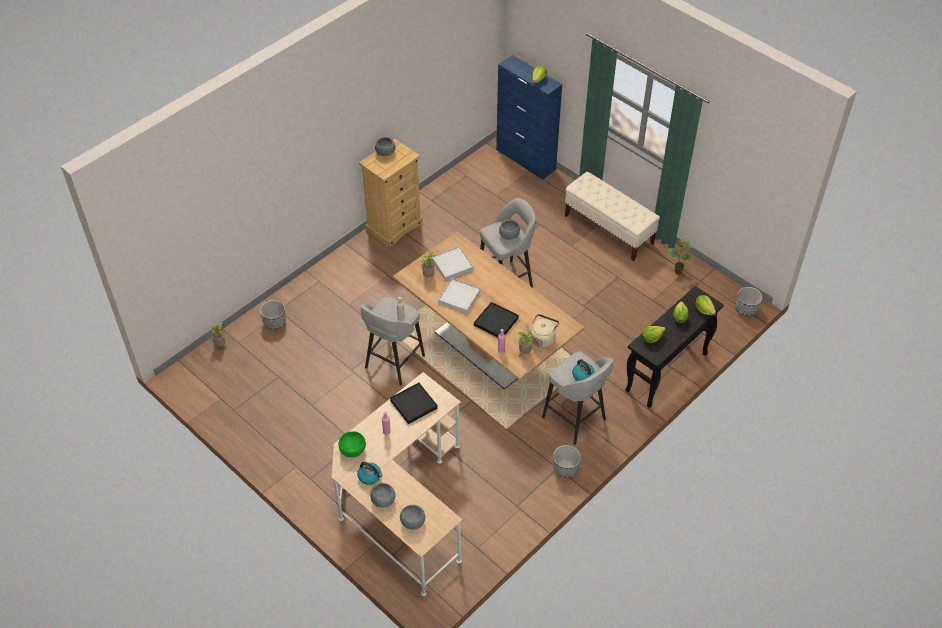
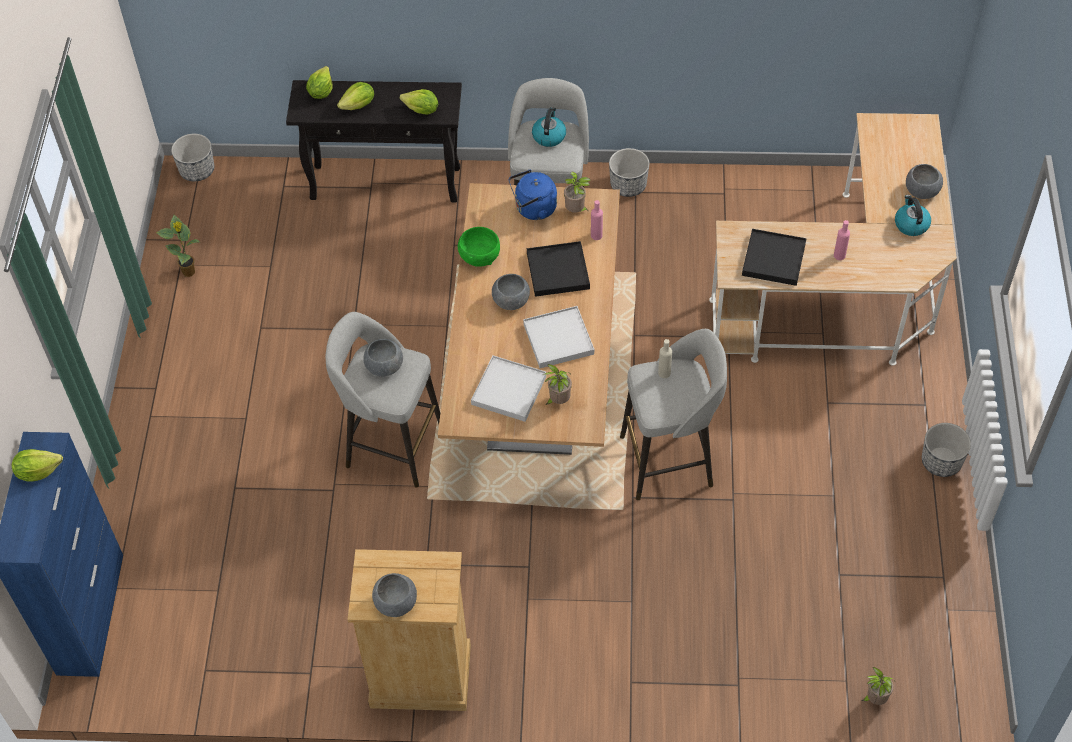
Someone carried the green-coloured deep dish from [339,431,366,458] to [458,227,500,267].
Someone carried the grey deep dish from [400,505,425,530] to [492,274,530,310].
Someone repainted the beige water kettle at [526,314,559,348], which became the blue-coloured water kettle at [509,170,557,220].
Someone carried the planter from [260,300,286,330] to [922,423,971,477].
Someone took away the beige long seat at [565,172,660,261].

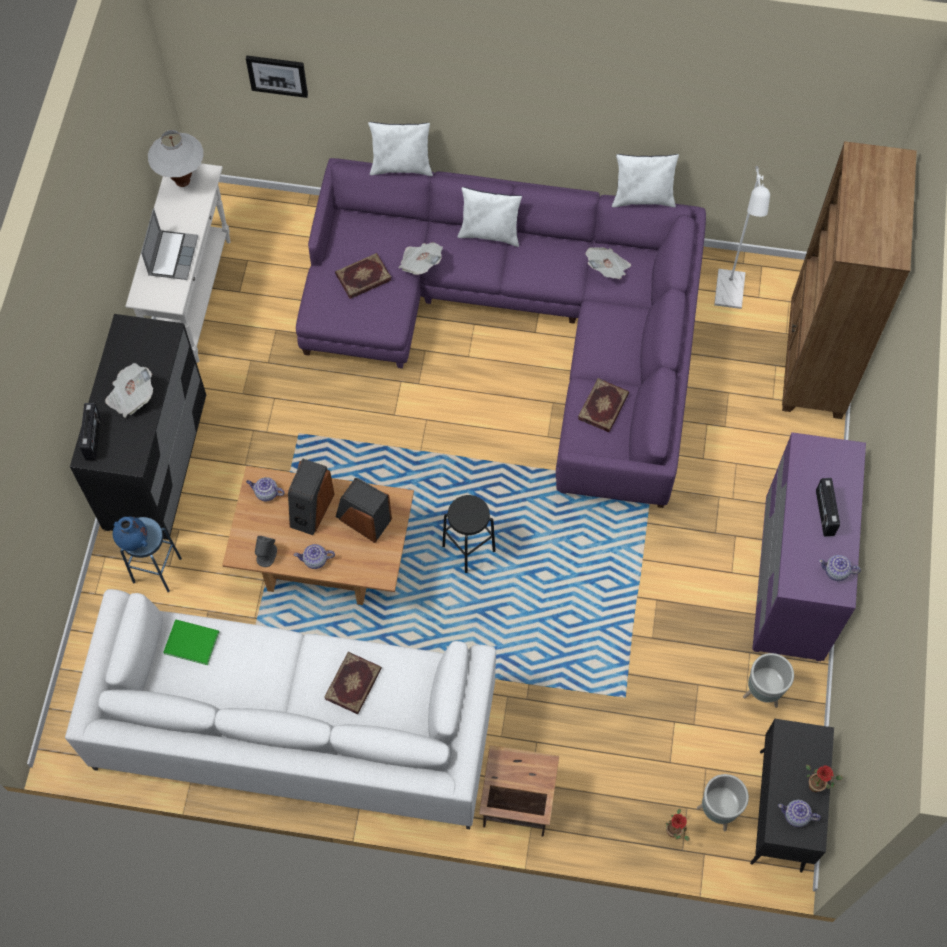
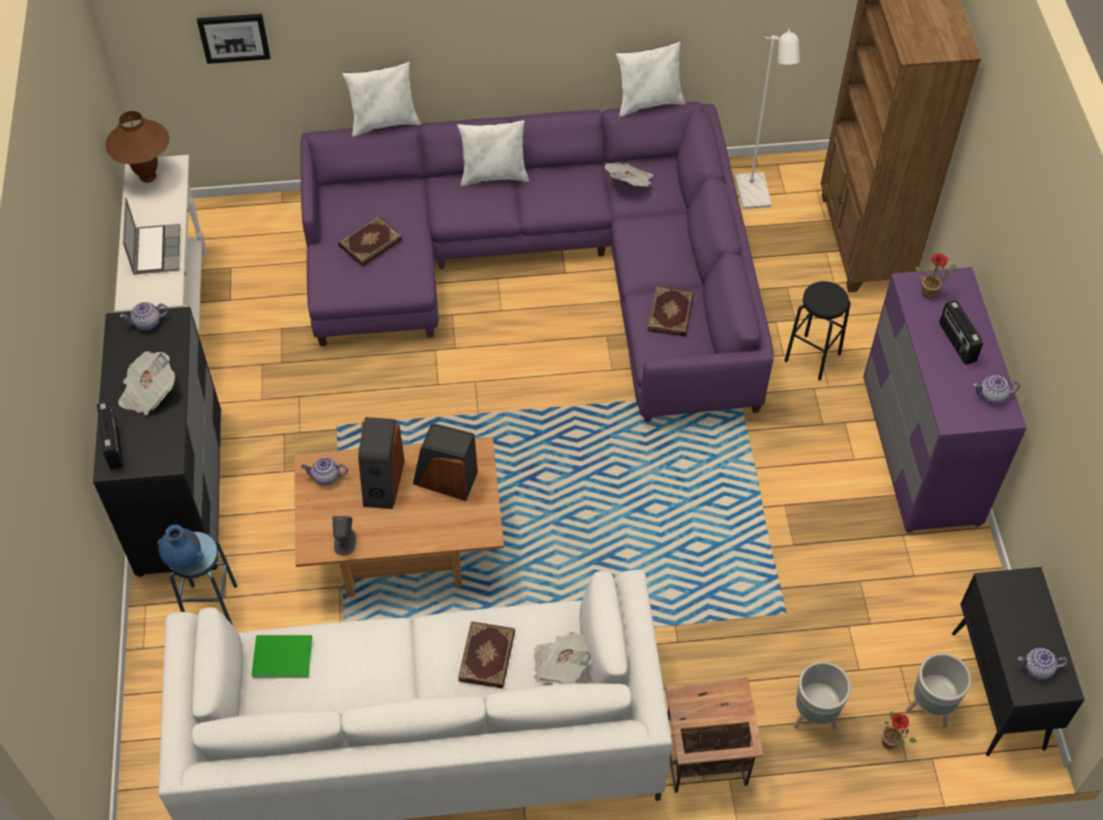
Someone repainted the white table lamp at [148,130,204,187], which became the brown-coloured table lamp at [105,111,169,183].
Someone carried the tea pot from [294,544,335,569] to [120,302,168,330].
Someone carried the newspaper from [399,242,443,275] to [534,632,592,684].
Someone carried the blackish stool from [442,495,495,573] to [785,281,851,380].
Someone carried the grey planter from [743,653,794,708] to [793,661,851,730].
Someone carried the houseplant from [806,765,843,792] to [915,253,957,299].

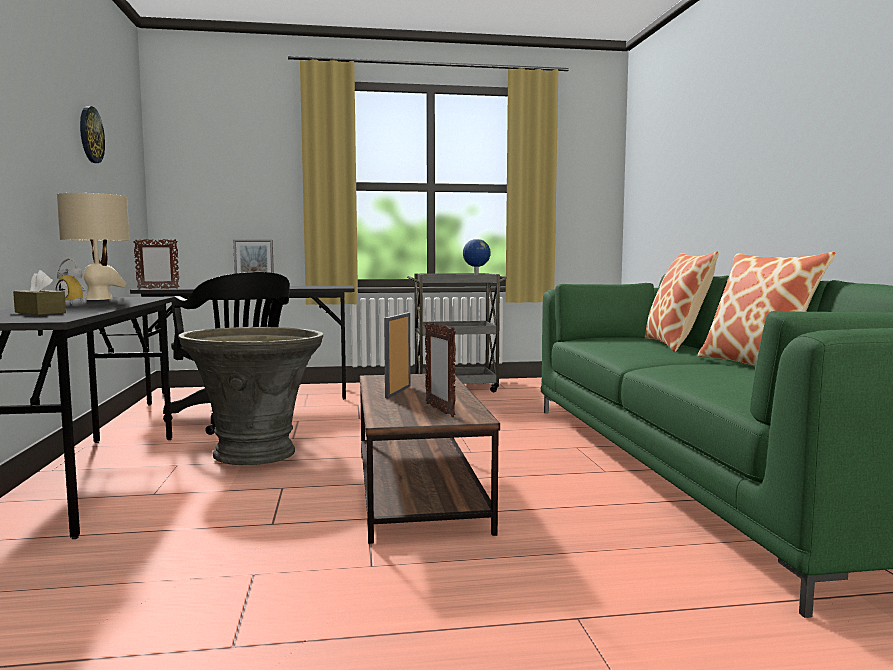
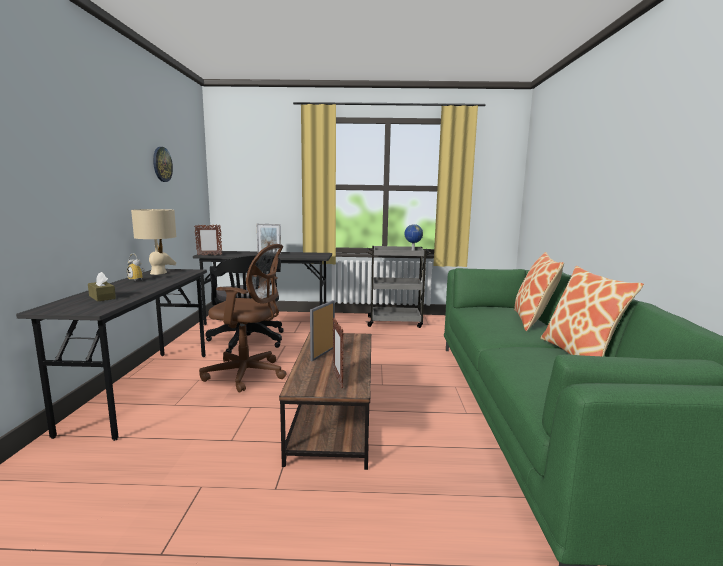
Someone swapped the grey planter at [178,327,323,465] for the brown-coloured desk chair at [199,244,286,393].

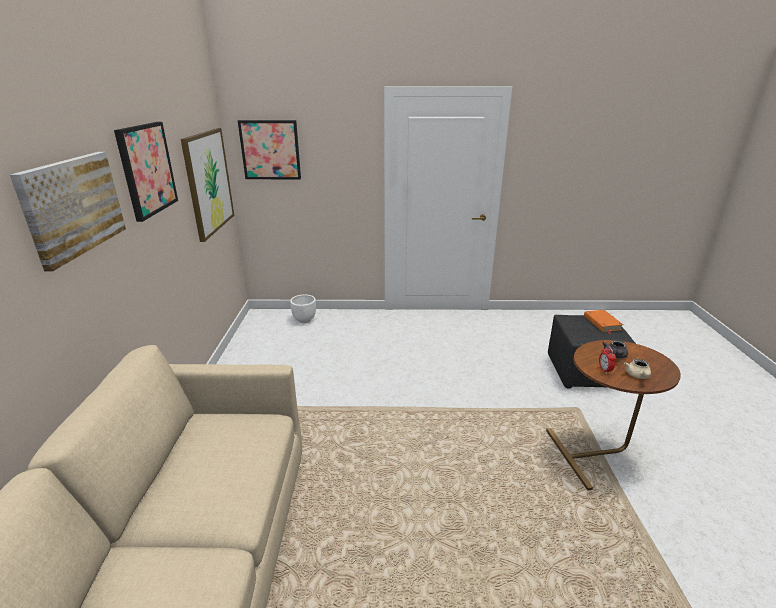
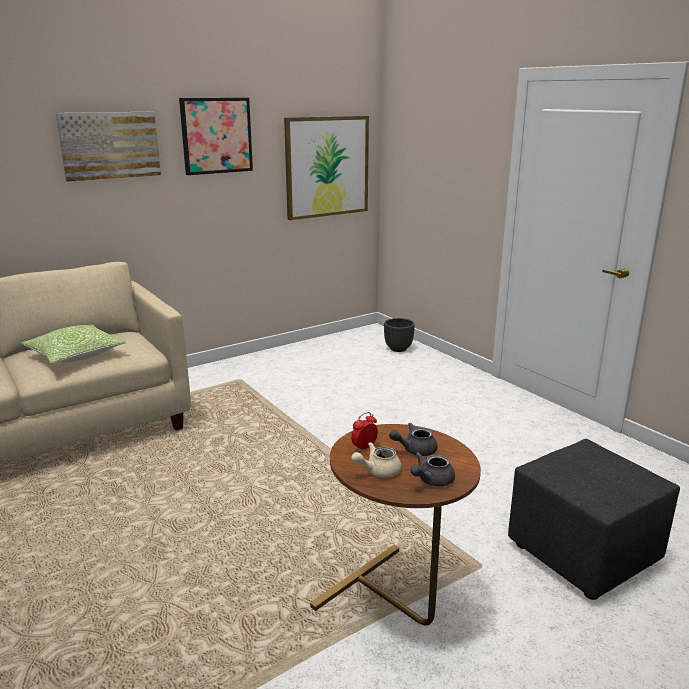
Someone put down the throw pillow at [21,325,126,364].
Someone repainted the white planter at [290,294,316,323], which became the blackish planter at [384,318,415,352].
Someone put down the grey tea pot at [410,452,455,487].
Someone took away the wall art at [238,120,301,179].
Someone took away the orange book at [584,310,623,334].

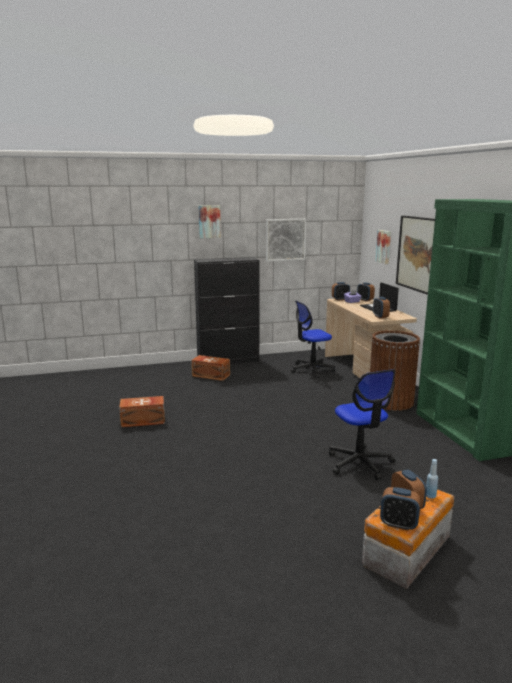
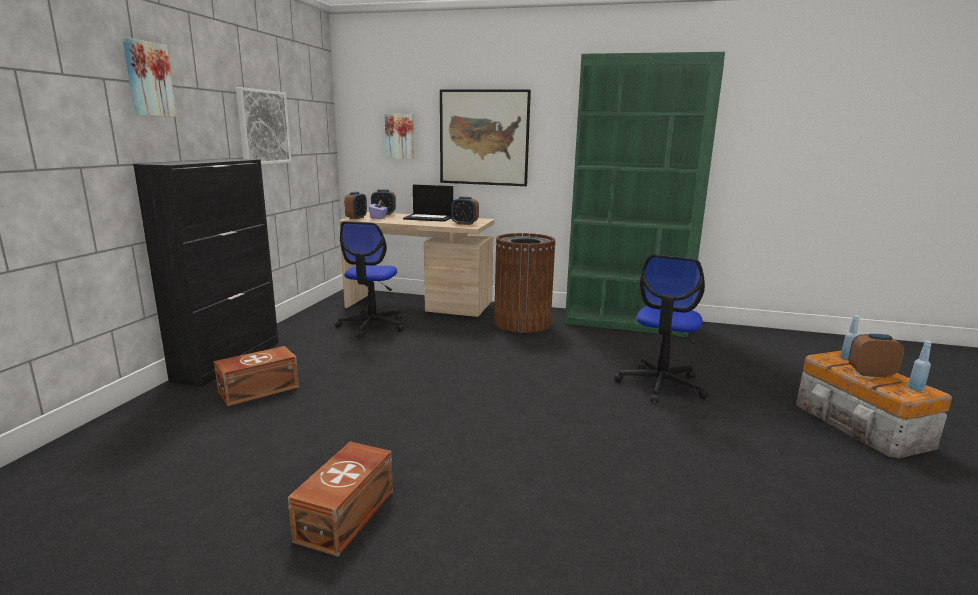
Someone rotated the desk chair at [329,369,395,480] by 105 degrees clockwise.
Someone swapped the table clock at [380,487,421,531] for the blue-coloured beverage bottle at [908,341,932,391].

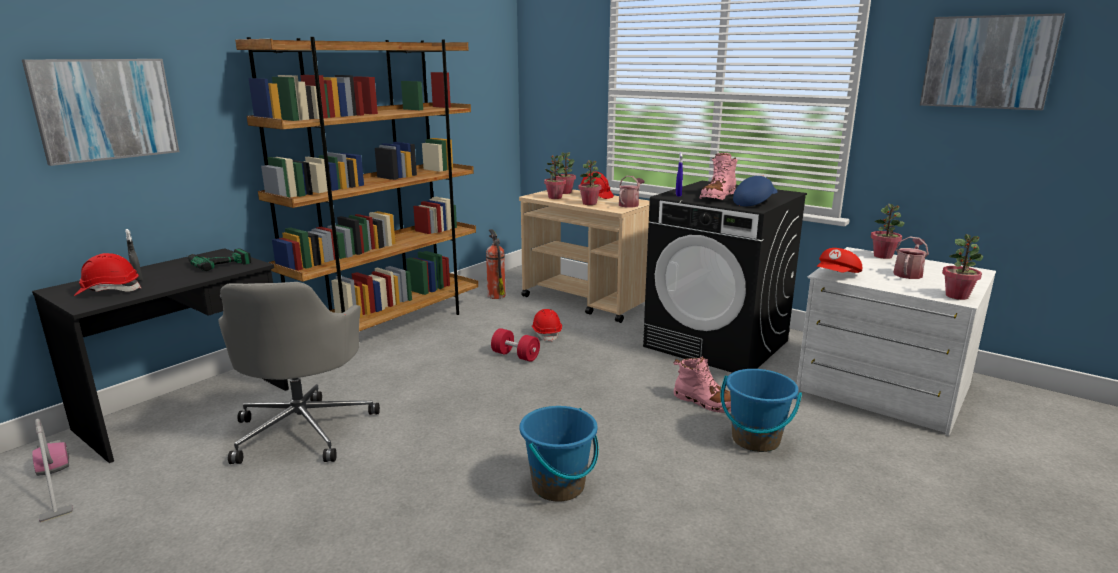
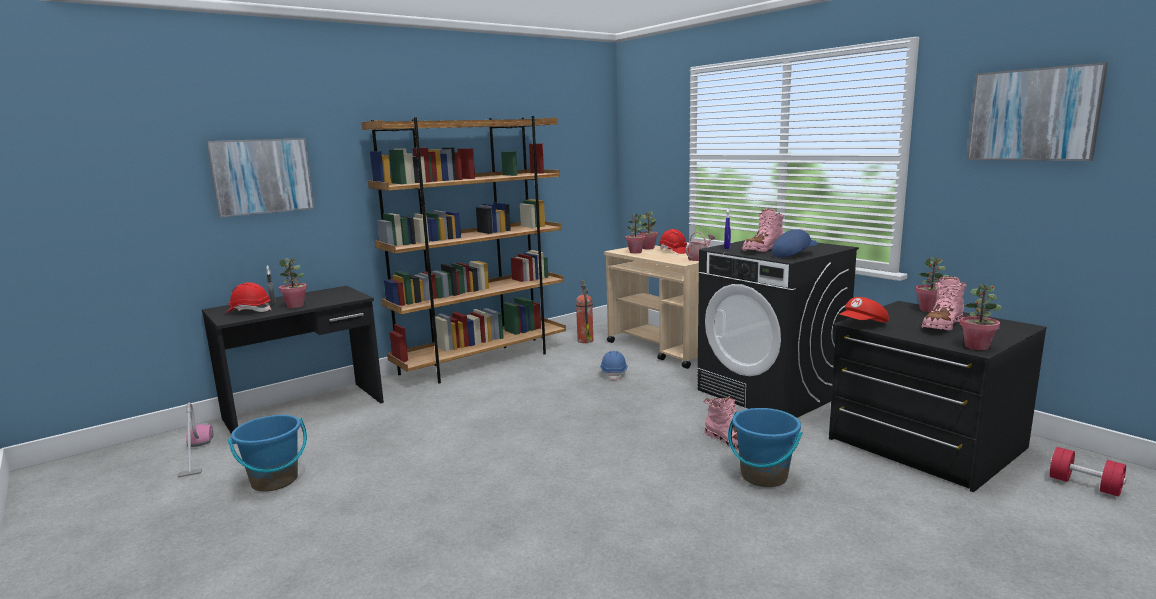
Someone carried the blue-coloured water bucket from [520,406,599,502] to [227,415,307,491].
Someone carried the houseplant from [579,160,602,205] to [279,258,307,308].
Someone repainted the red-coloured hard hat at [532,309,562,342], which became the blue-coloured hard hat at [600,351,628,381].
Someone repainted the white chest of drawers at [797,247,996,436], which became the blackish chest of drawers at [829,301,1047,492].
Someone swapped the sprinkling can at [893,236,929,279] for the pinkish tall boot at [922,276,967,331].
Someone carried the red-coloured hand weight from [491,328,540,362] to [1050,447,1126,497].
Someone took away the power drill at [187,249,251,271].
Someone took away the grey desk chair at [218,282,380,464].

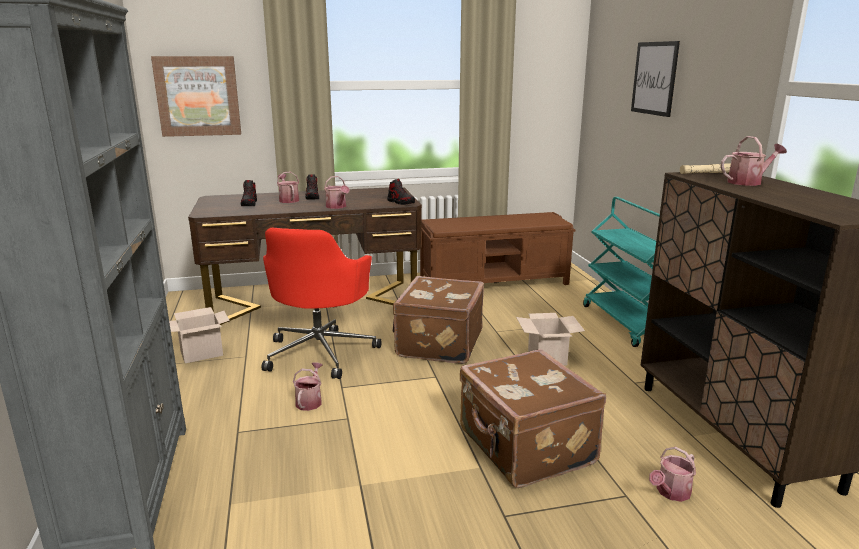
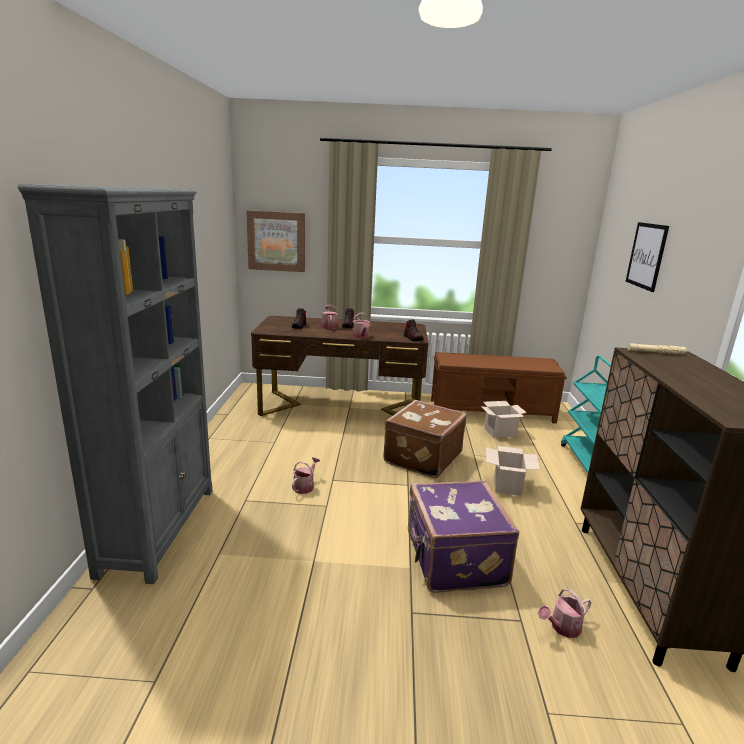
Someone repainted the brown-coloured travel case at [460,349,606,488], which became the purple travel case at [408,480,519,593].
Someone carried the cardboard box from [169,307,230,363] to [481,401,527,438].
Someone took away the red-coloured desk chair at [262,228,381,379].
Someone took away the sprinkling can at [721,136,787,186].

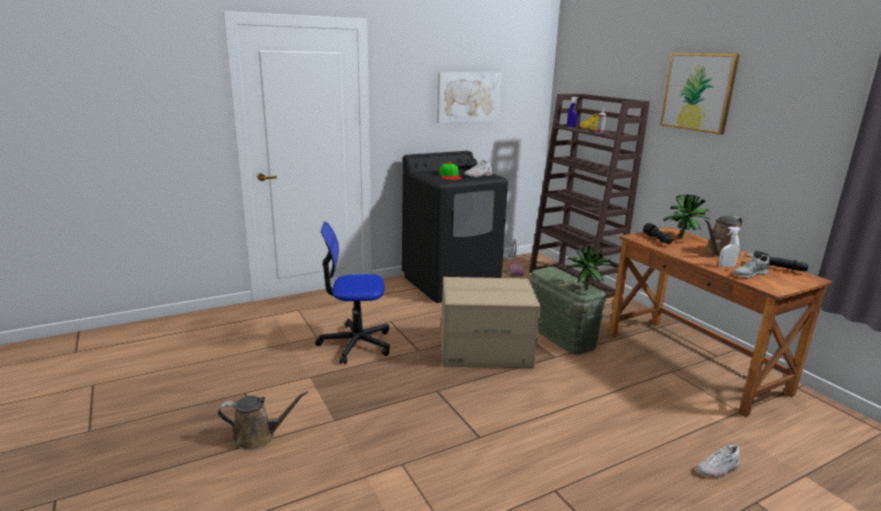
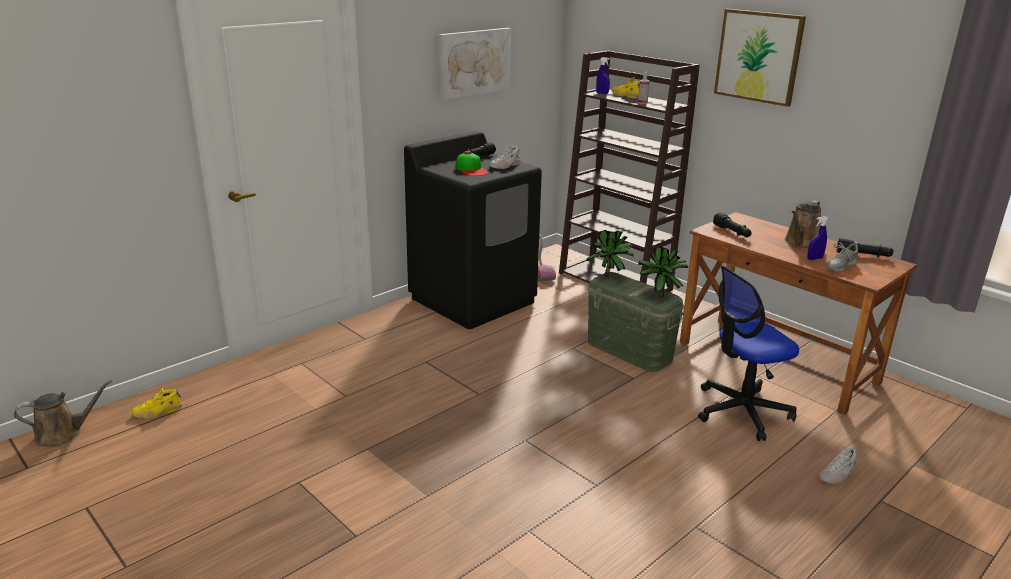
Someone carried the brown-coloured sprinkling can from [218,391,308,450] to [14,380,112,447].
Someone put down the yellowish item of footwear at [131,388,182,418].
Someone carried the houseplant from [663,194,710,238] to [587,230,634,277].
Someone carried the desk chair from [315,222,390,364] to [698,265,799,441].
Someone repainted the white sprayer at [719,227,741,267], which became the blue-coloured sprayer at [807,216,829,260].
Someone took away the cardboard box at [441,277,541,368].

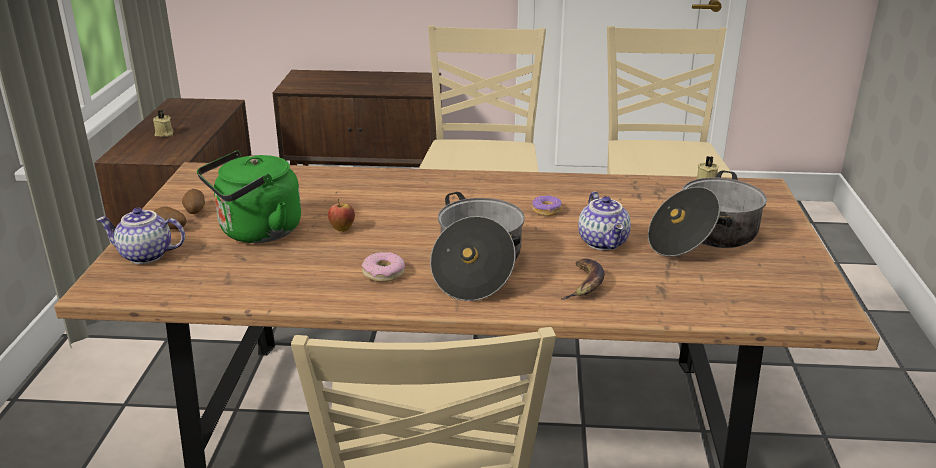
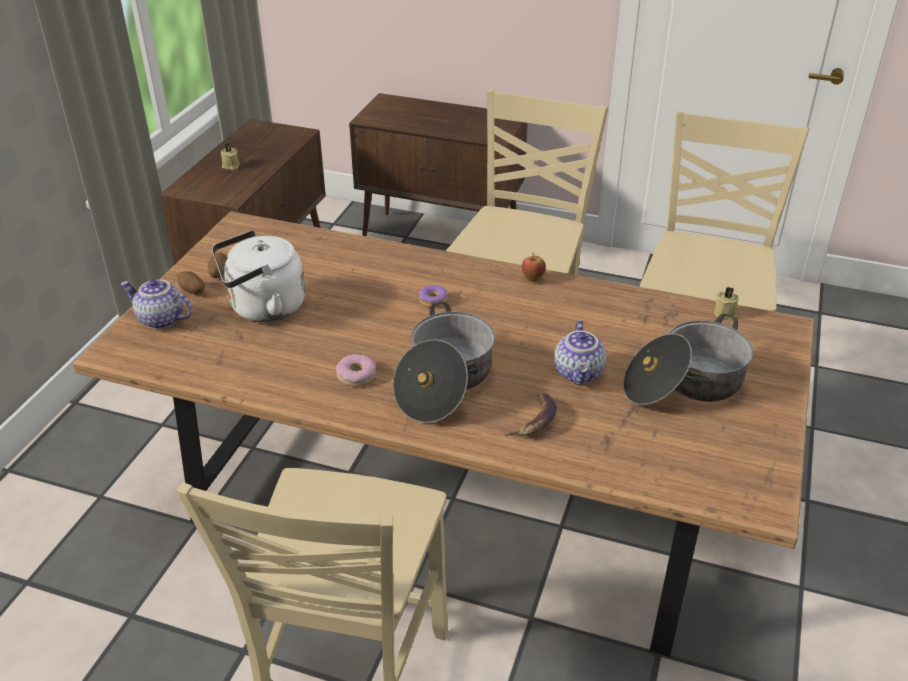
Someone repainted the green-coloured water kettle at [197,150,301,243], which became the white water kettle at [212,230,305,322].
Someone carried the doughnut from [532,196,562,216] to [419,285,448,308].
Someone carried the apple fruit from [328,199,355,232] to [522,253,546,282].

